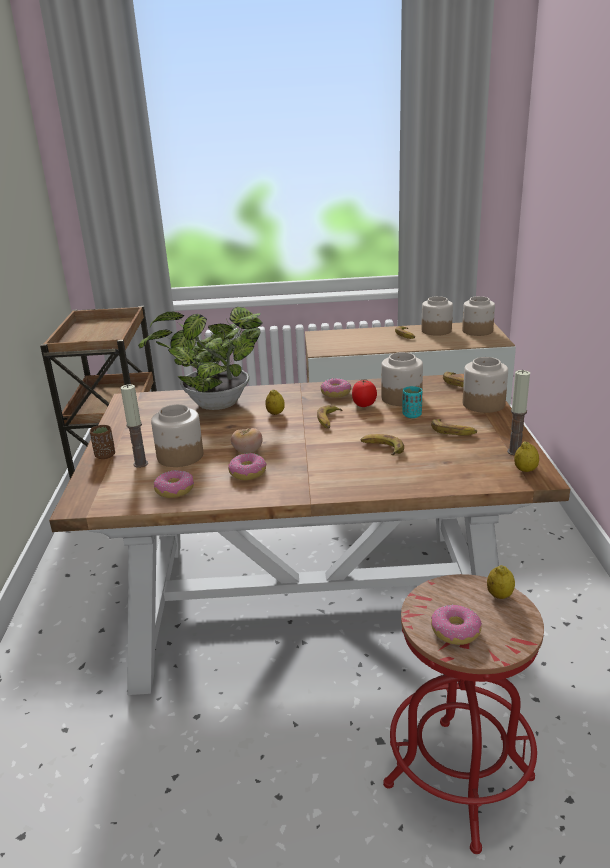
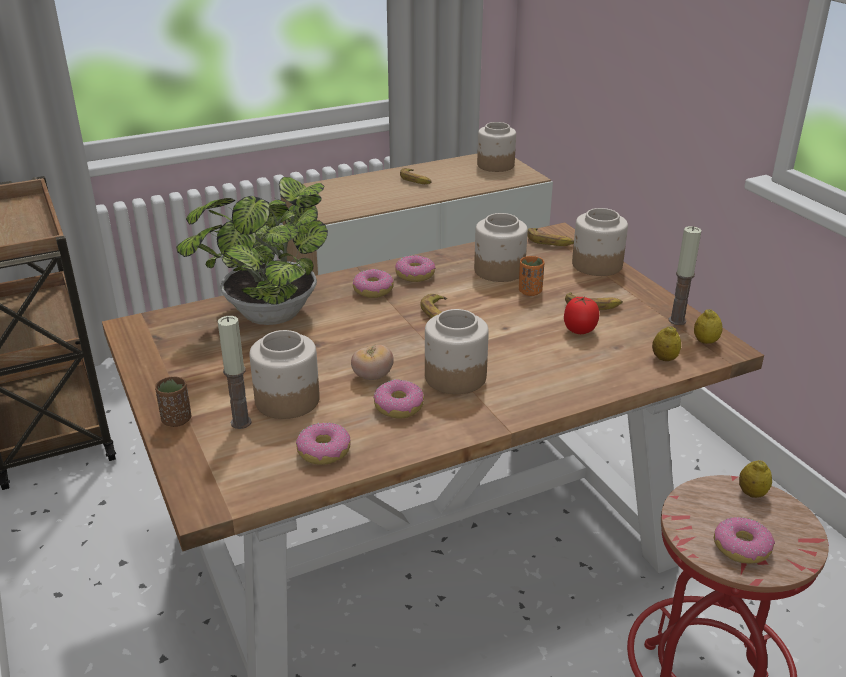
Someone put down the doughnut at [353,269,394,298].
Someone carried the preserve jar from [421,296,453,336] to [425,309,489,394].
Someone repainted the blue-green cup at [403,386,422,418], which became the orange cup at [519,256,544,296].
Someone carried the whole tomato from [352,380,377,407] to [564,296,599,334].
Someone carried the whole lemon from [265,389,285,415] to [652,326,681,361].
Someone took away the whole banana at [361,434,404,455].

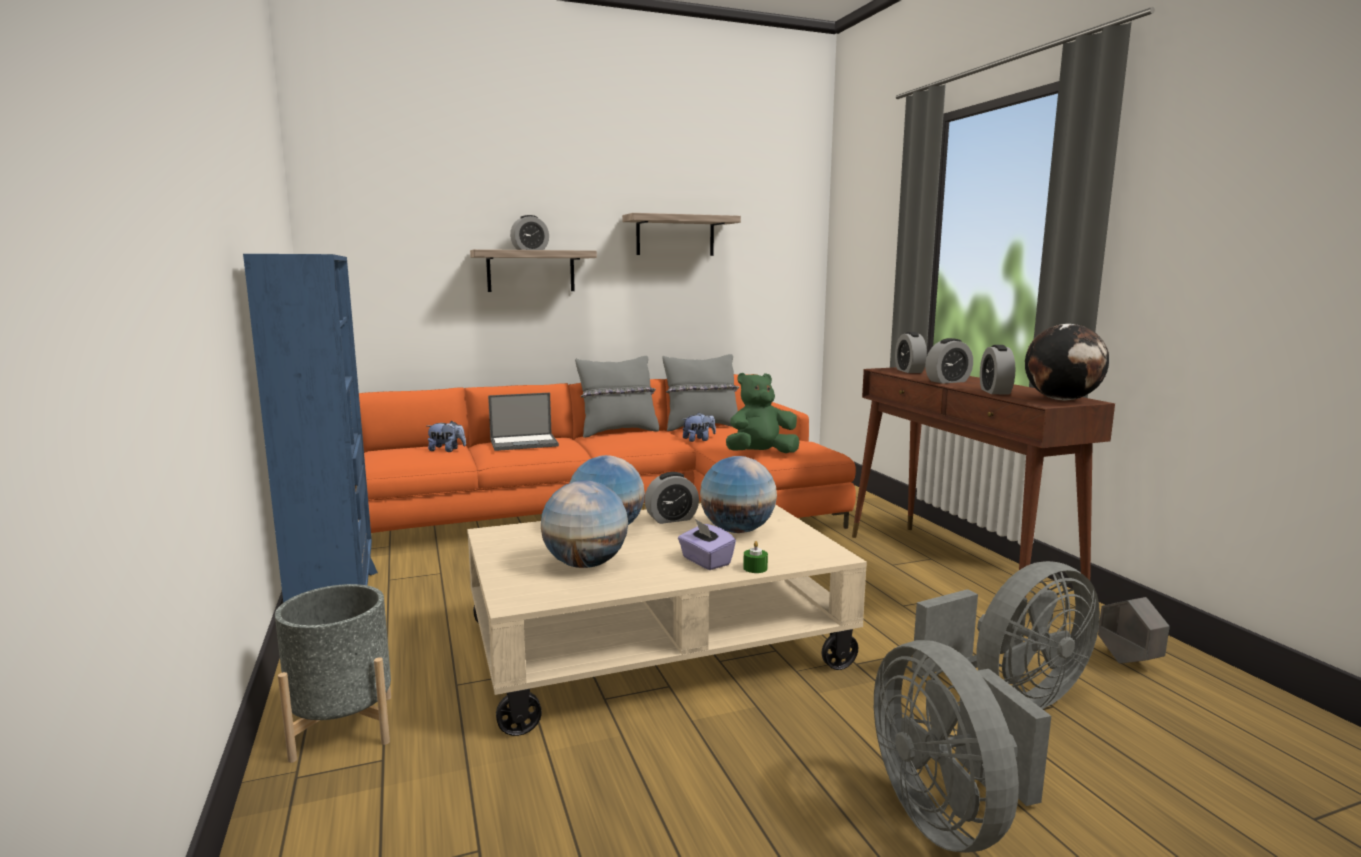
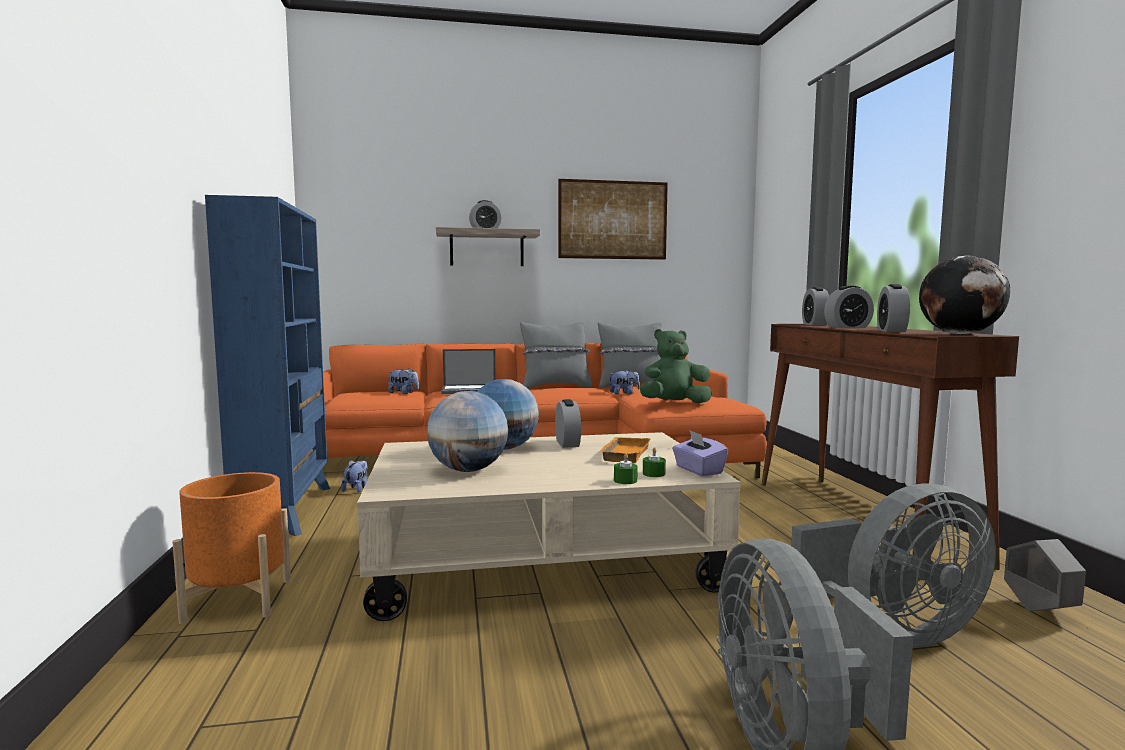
Someone repainted the grey planter at [275,584,391,763], which became the orange planter at [172,472,291,624].
Someone put down the soft toy at [341,460,368,492].
Someone rotated the table clock at [644,472,699,524] by 90 degrees counterclockwise.
Someone swapped the bracket shelf at [622,213,741,256] for the wall art at [558,179,668,260].
Someone swapped the world globe at [700,456,777,533] for the orange carrying tray at [600,437,651,463].
Someone put down the green-coloured candle at [643,447,666,477].
Someone carried the purple tissue box from [678,519,736,570] to [672,430,728,476].

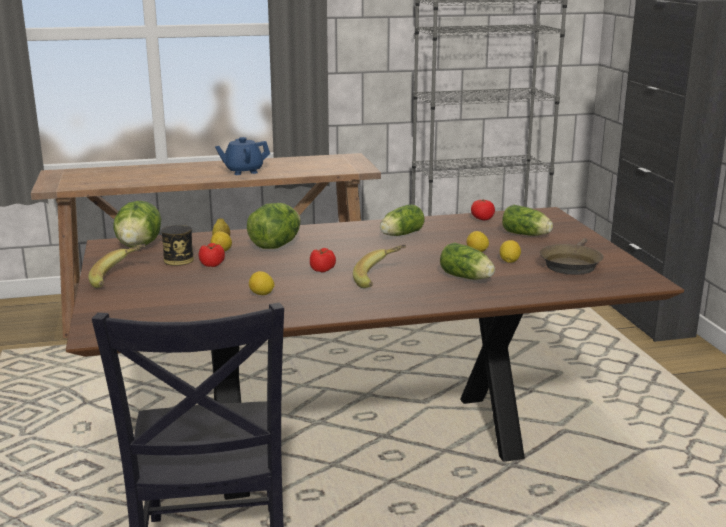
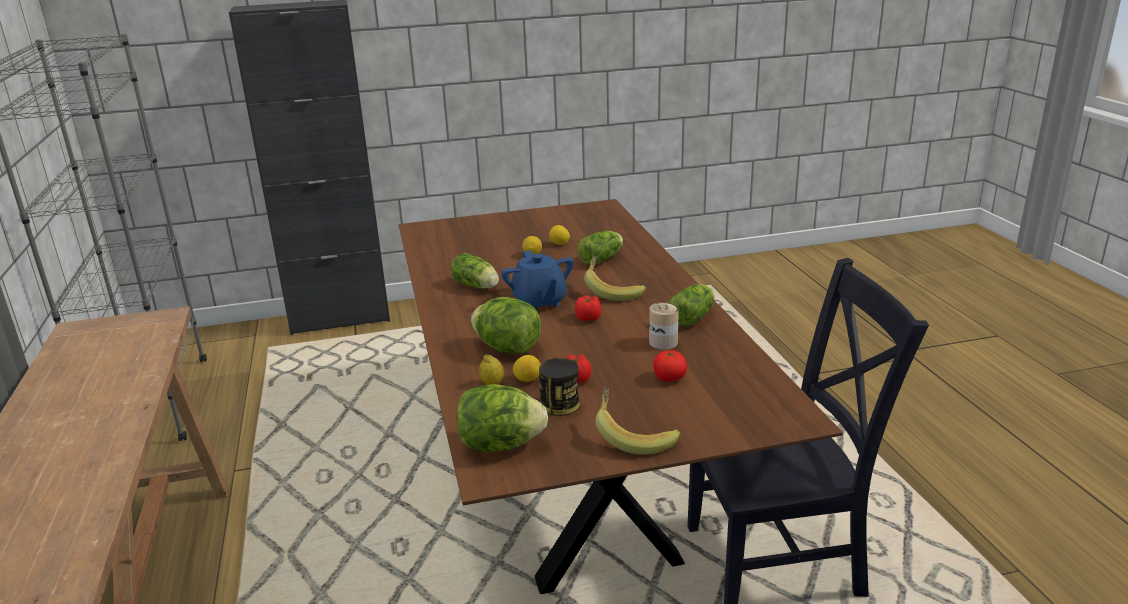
Someone carried the blue-coloured tea pot from [215,137,270,175] to [501,250,574,310].
Someone swapped the whole lemon at [249,271,274,295] for the sealed can at [649,302,679,350].
Someone carried the whole tomato from [471,199,495,220] to [653,350,687,382].
Someone carried the head of lettuce from [502,205,553,236] to [668,284,715,327].
Someone took away the brown-coloured frying pan at [540,238,604,275].

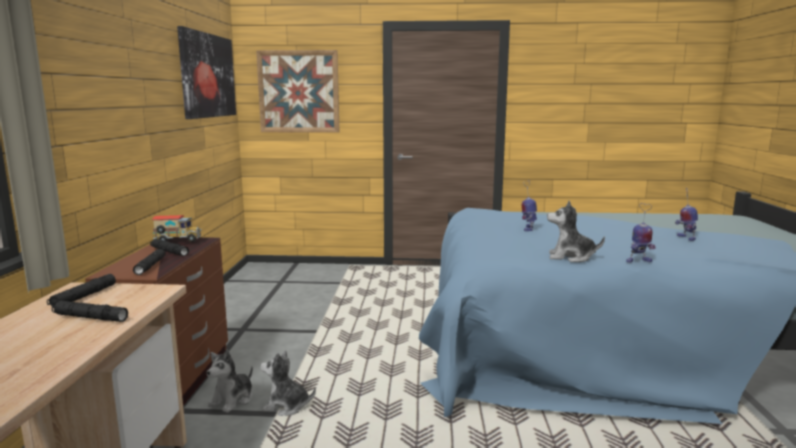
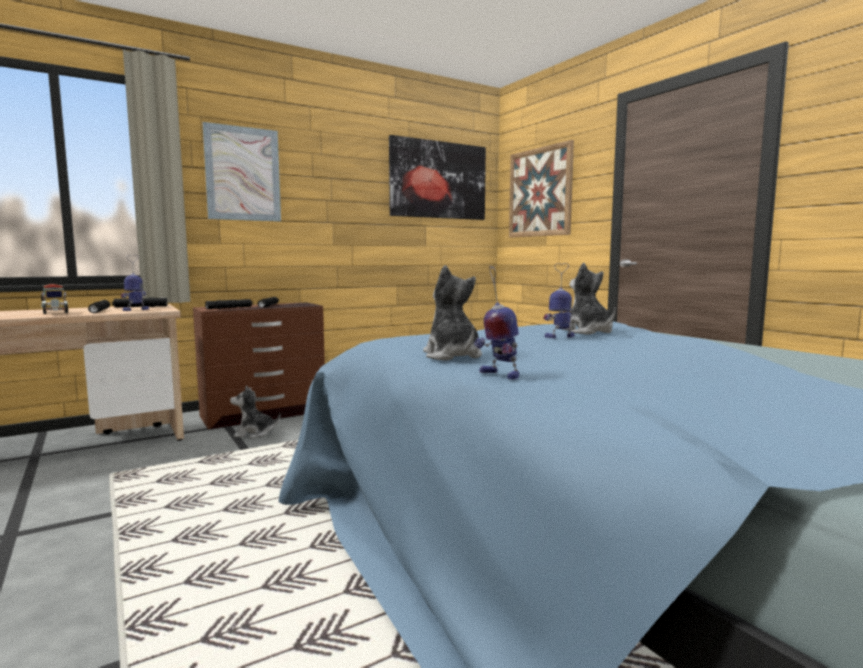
Someone carried the model truck from [152,215,202,242] to [41,284,68,314].
Someone carried the toy robot from [675,187,698,241] to [121,255,149,311].
Someone put up the wall art at [202,122,281,222].
Someone carried the soft toy from [260,350,316,416] to [562,263,616,335].

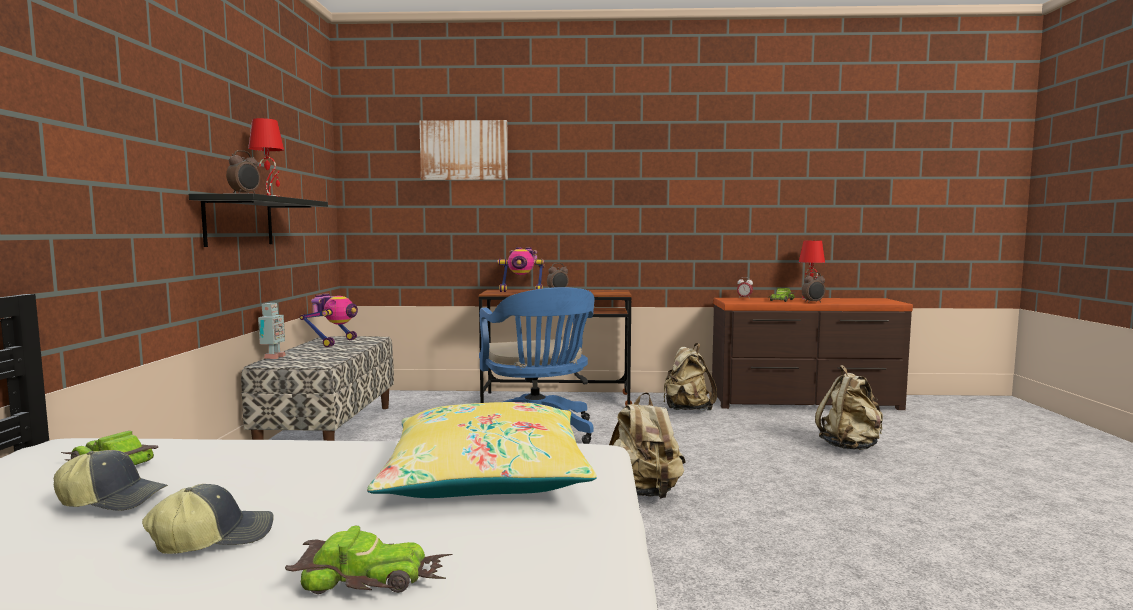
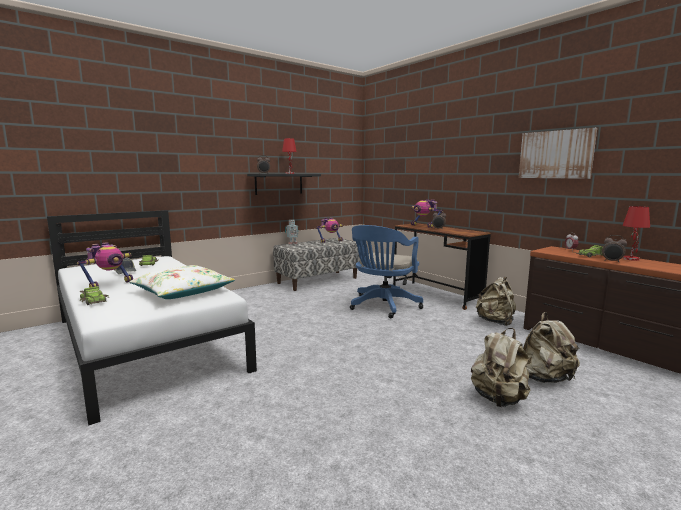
Someone swapped the cap at [142,484,274,554] for the toy robot at [77,243,133,288].
Someone repainted the yellowish throw pillow at [367,402,597,498], which became the white throw pillow at [129,265,235,299].
Someone carried the beige backpack from [609,392,686,499] to [471,328,530,407].
Someone carried the wall art from [419,120,508,180] to [519,128,597,179].

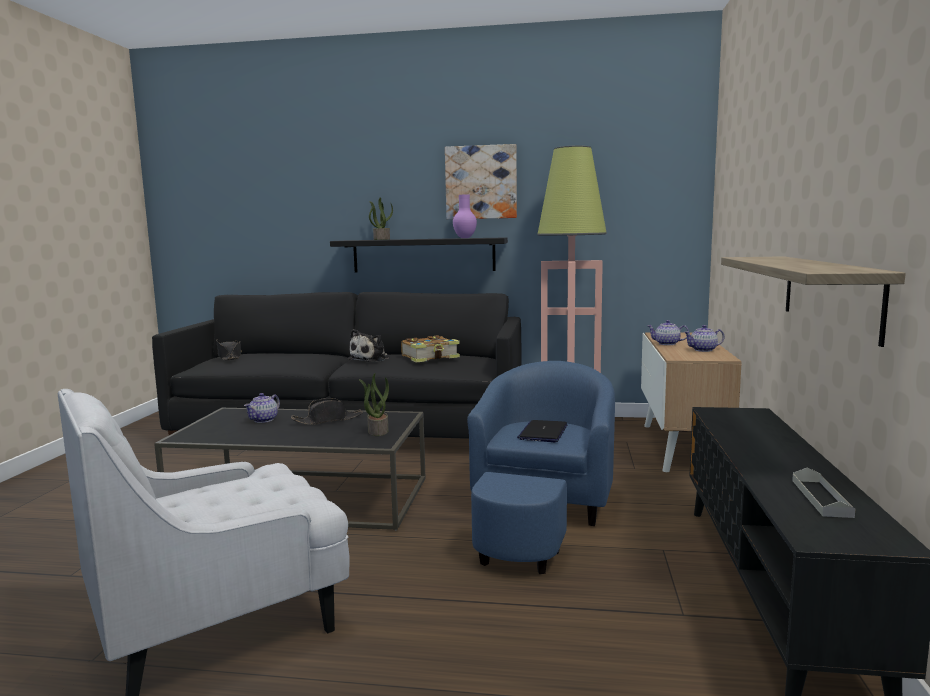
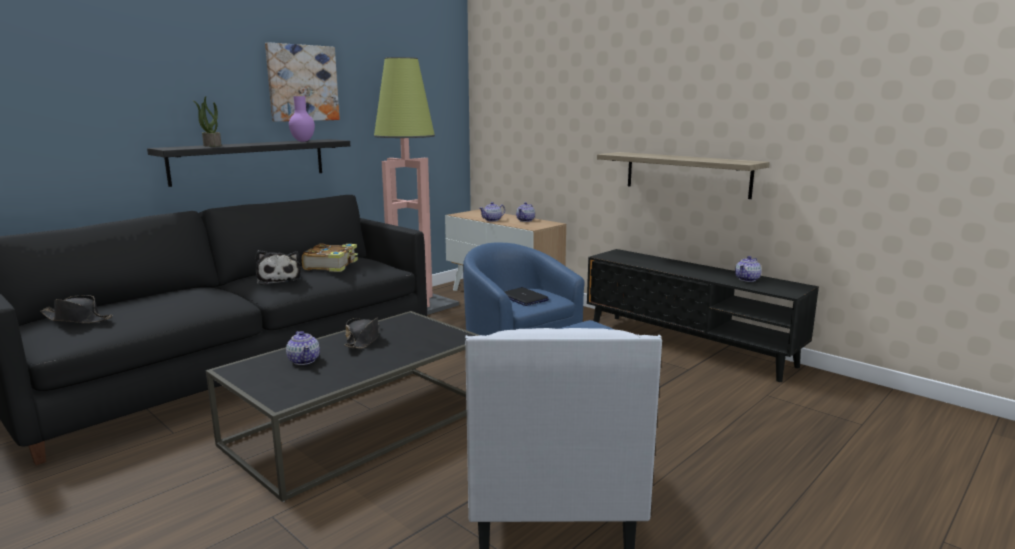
Someone swapped the grey carrying tray at [792,467,856,518] for the tea pot at [735,256,762,282].
Someone took away the houseplant at [359,373,389,436].

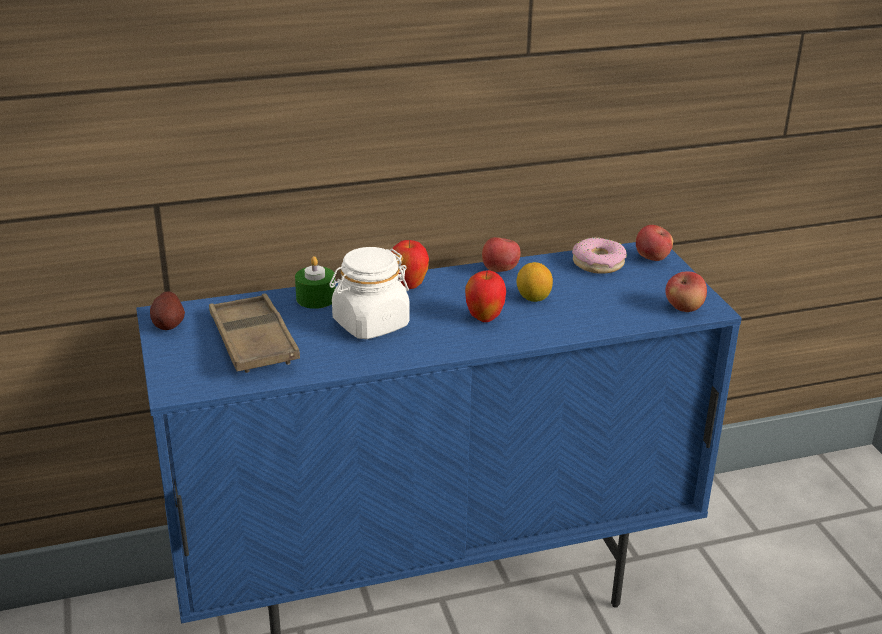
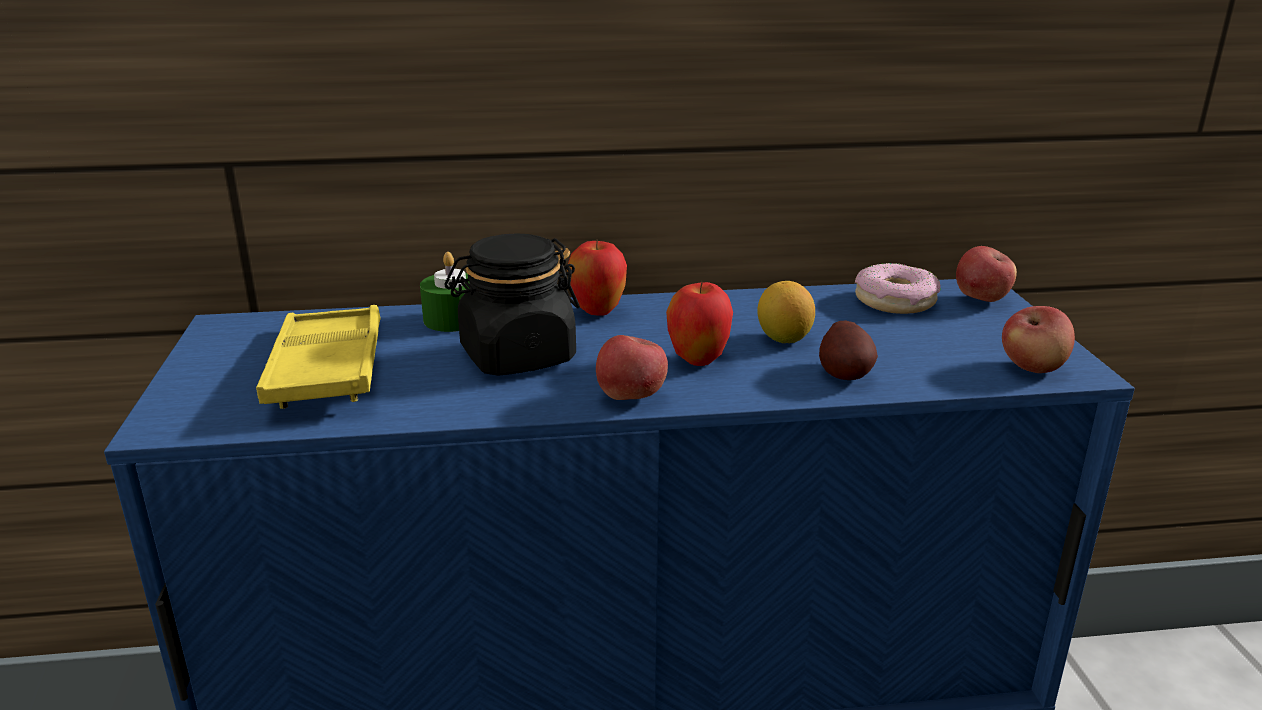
Someone repainted the brown-coloured carrying tray at [209,293,300,373], which became the yellowish carrying tray at [256,305,381,409].
Someone repainted the white preserve jar at [329,247,410,339], which became the blackish preserve jar at [444,233,580,376].
Someone carried the apple fruit from [482,237,521,272] to [596,335,668,400].
Someone carried the whole potato from [150,291,185,330] to [819,320,878,380].

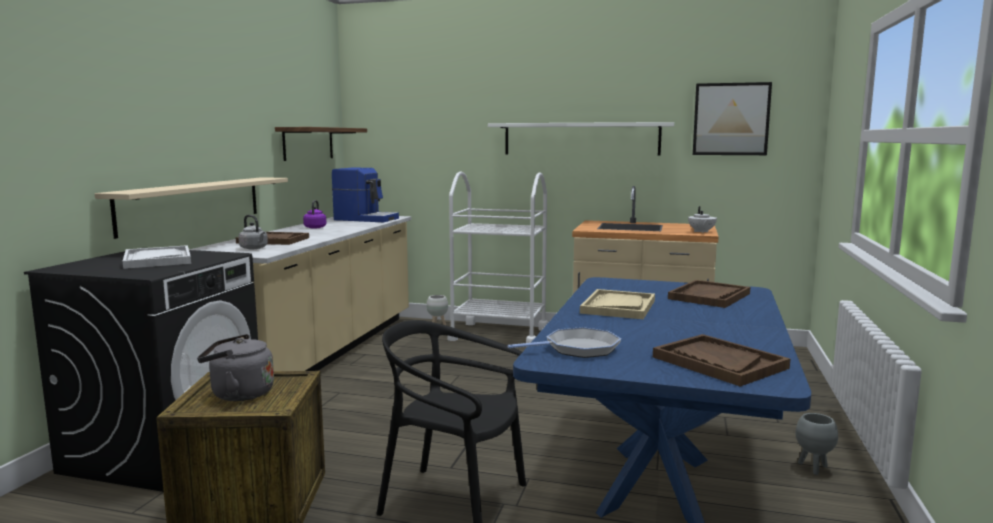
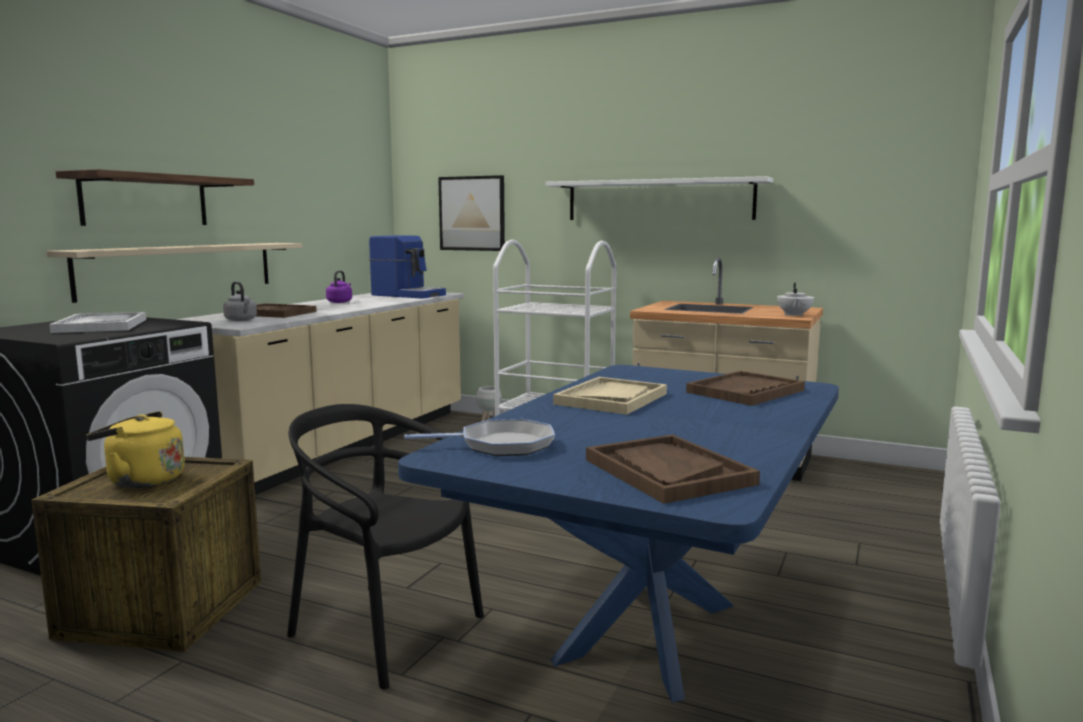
Someone carried the bracket shelf from [275,127,367,161] to [56,169,254,226].
Someone repainted the grey water kettle at [197,334,274,401], which became the yellowish water kettle at [86,411,185,488].
Someone carried the wall art from [693,82,772,155] to [438,175,505,251].
Someone took away the grey planter at [796,413,838,475].

